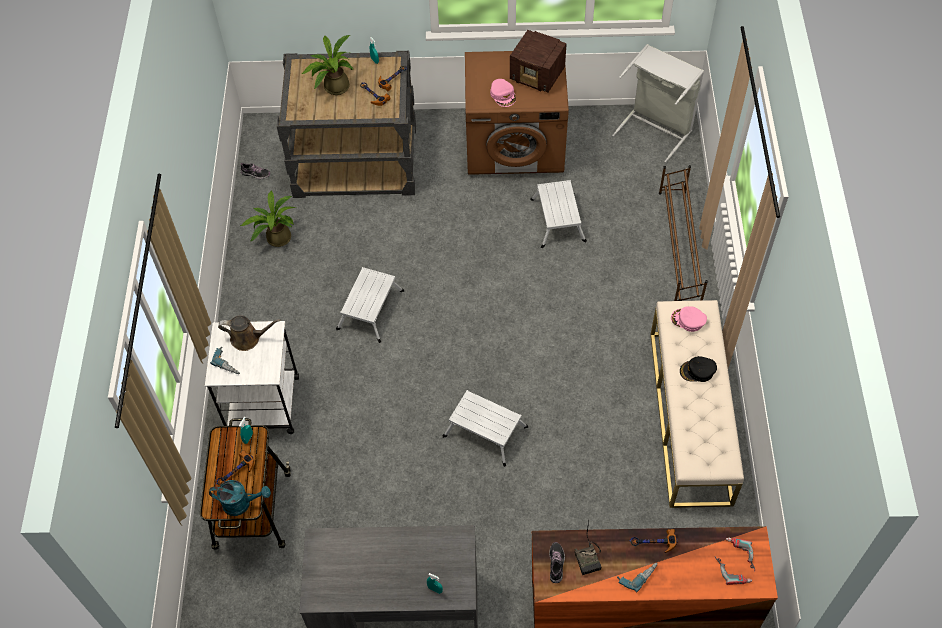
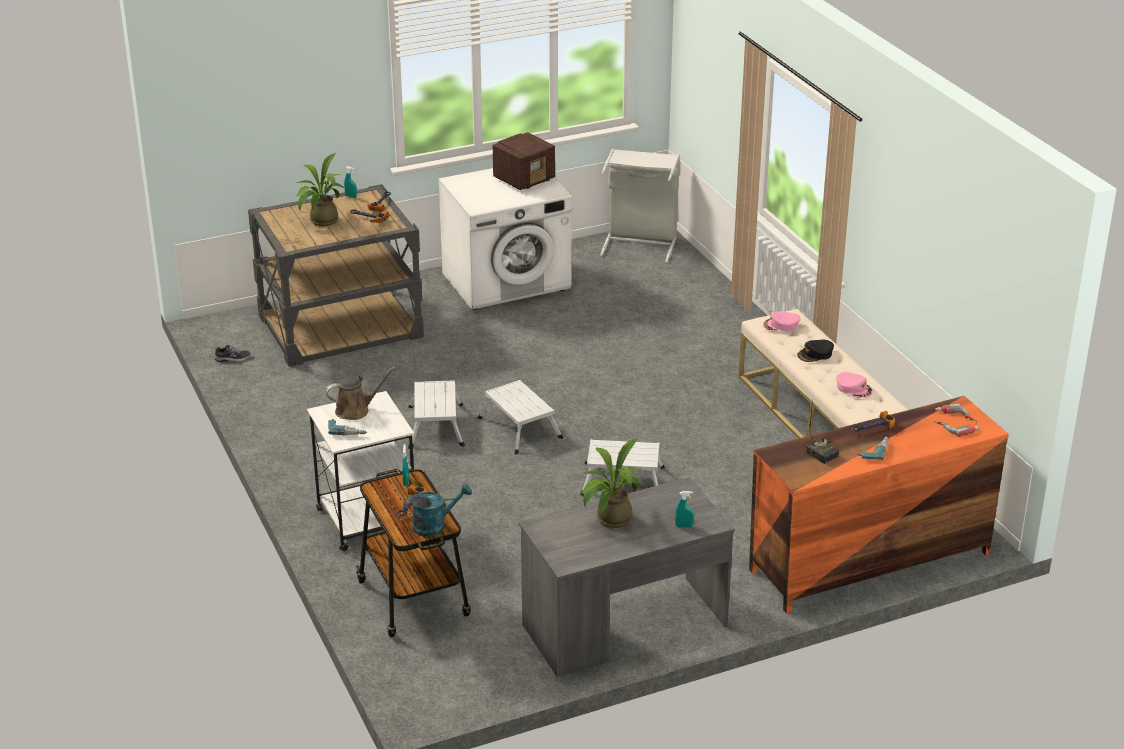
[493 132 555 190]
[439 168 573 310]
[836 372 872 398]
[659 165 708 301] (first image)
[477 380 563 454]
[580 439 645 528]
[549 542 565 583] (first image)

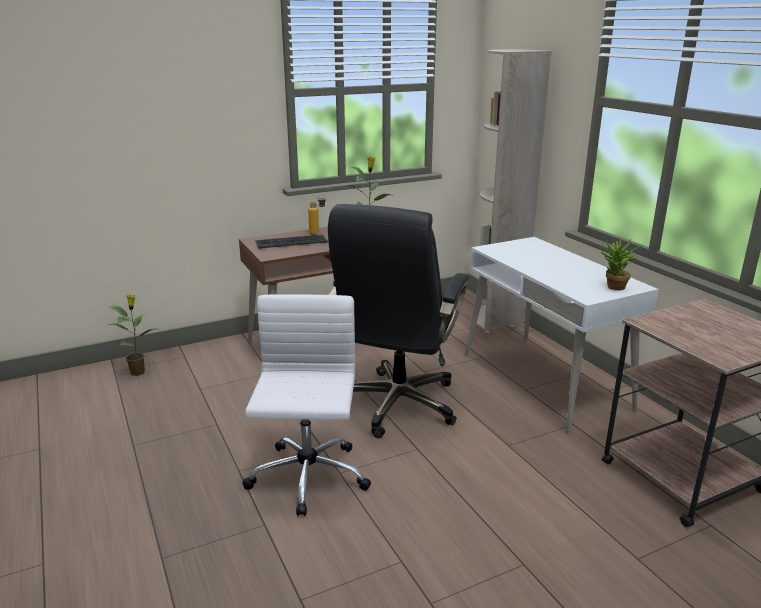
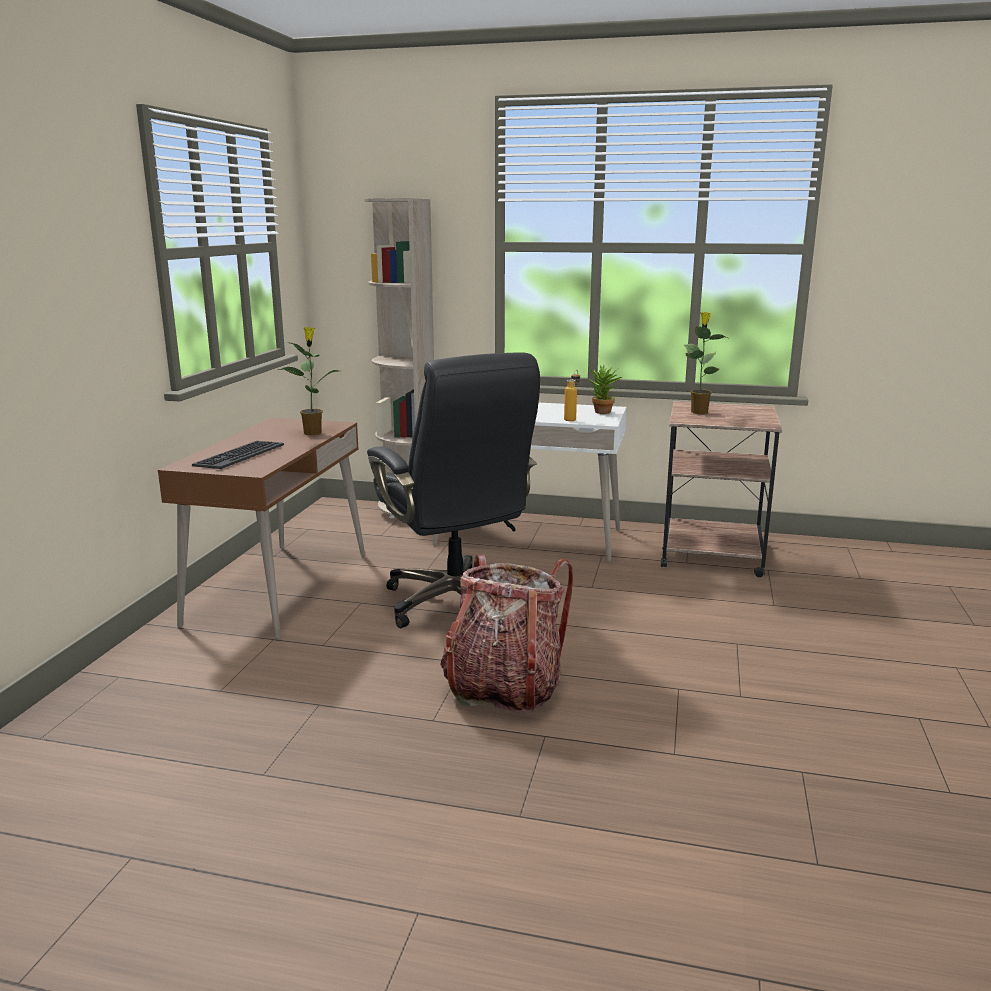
[564 370 580 421]
[440 554 574 714]
[684 312 730 414]

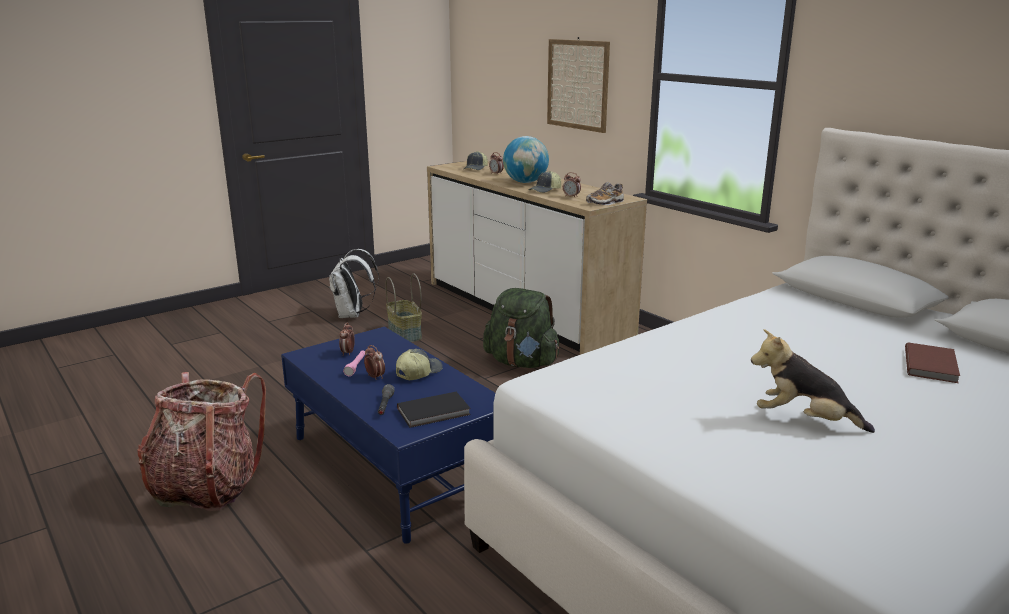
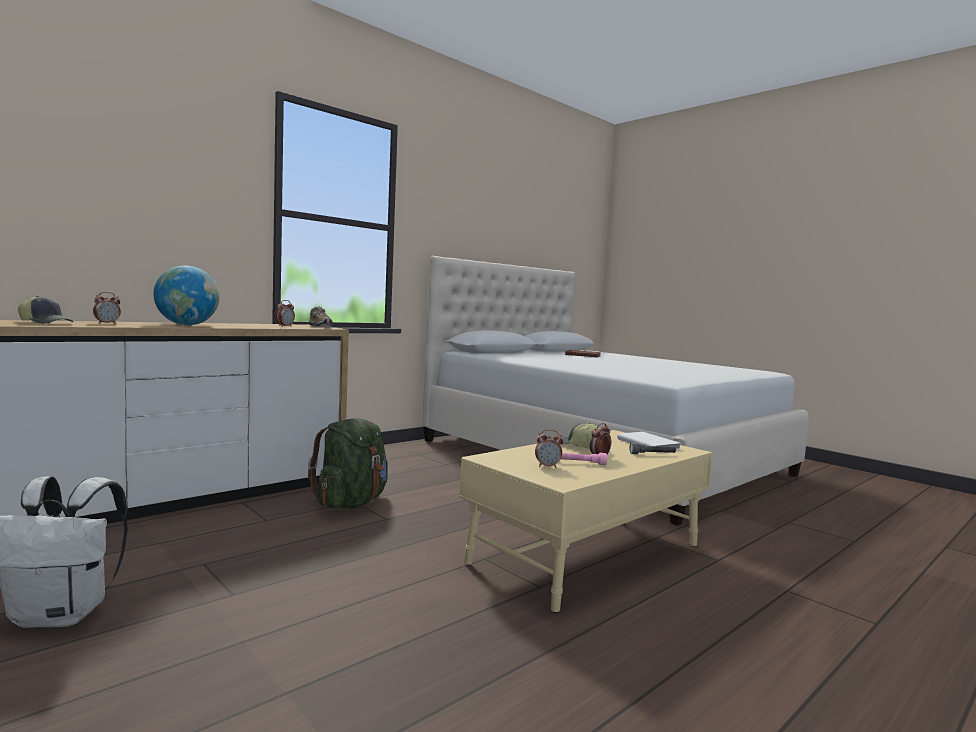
[547 37 610 133] (first image)
[529 171 561 193] (first image)
[385 273 422 342] (first image)
[459 430 713 612]
[751 329 875 433] (first image)
[137 372 266 511] (first image)
[617 432 680 450]

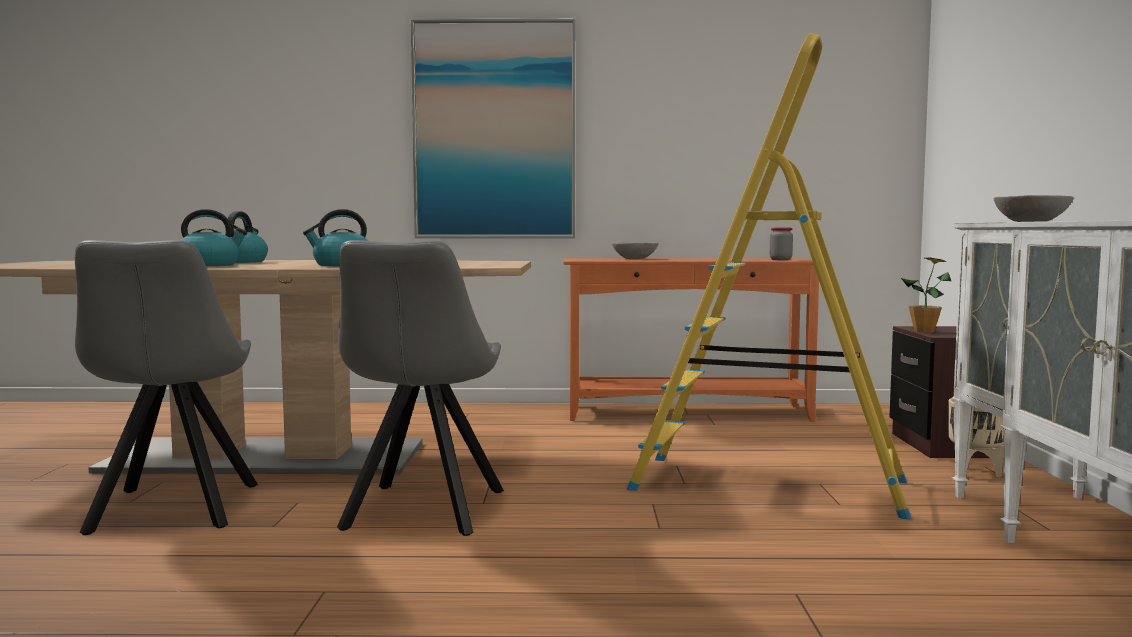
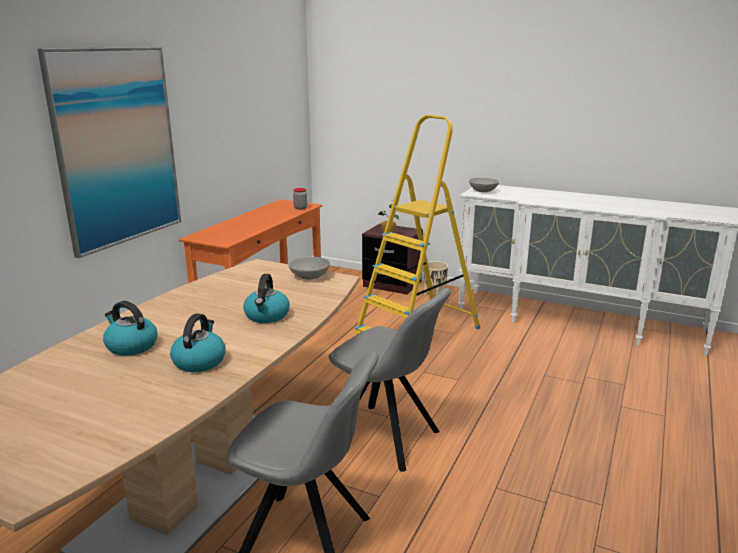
[288 257 330 280]

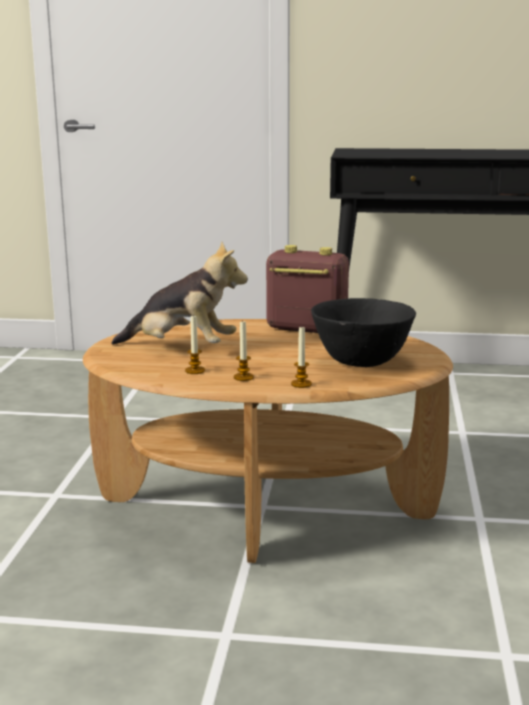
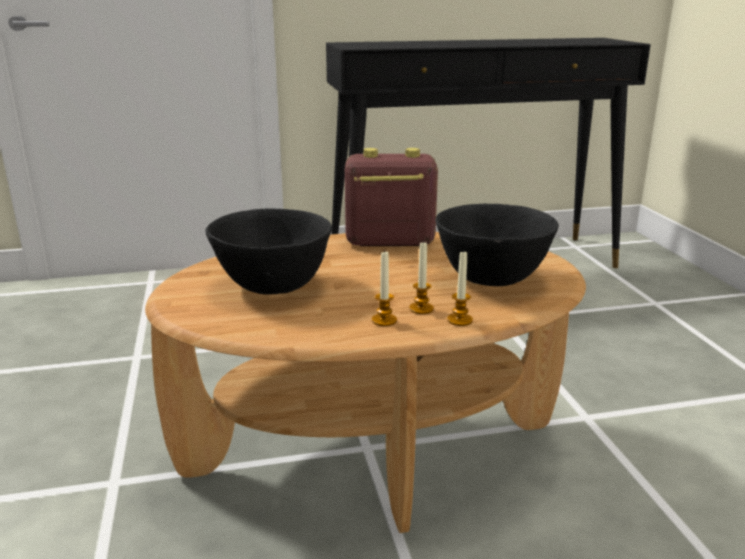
[206 208 332 295]
[409 240 434 314]

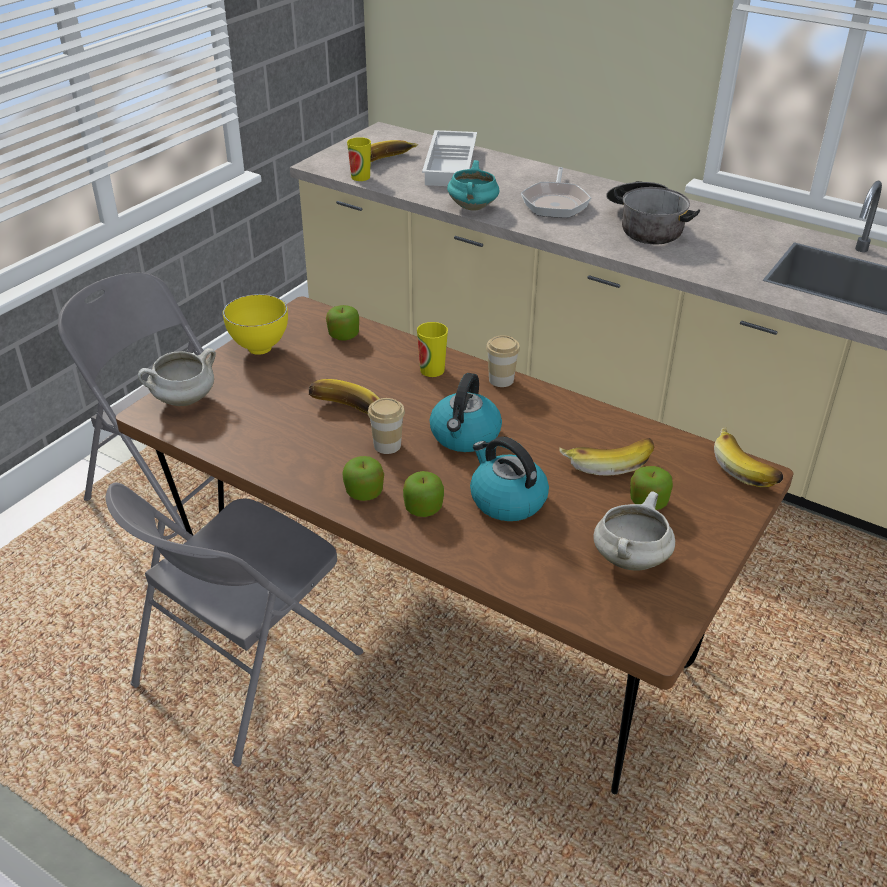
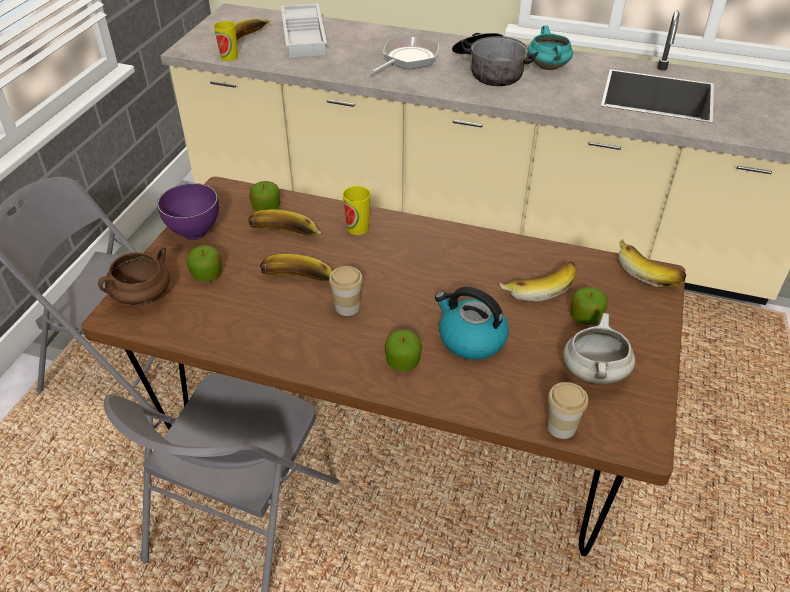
[528 25 573 70]
[369 36 439 75]
[157 183 219 240]
[547 382 588 439]
[98 245 170 306]
[430 373 502 452] (first image)
[187 245 222 282]
[248 209 321 235]

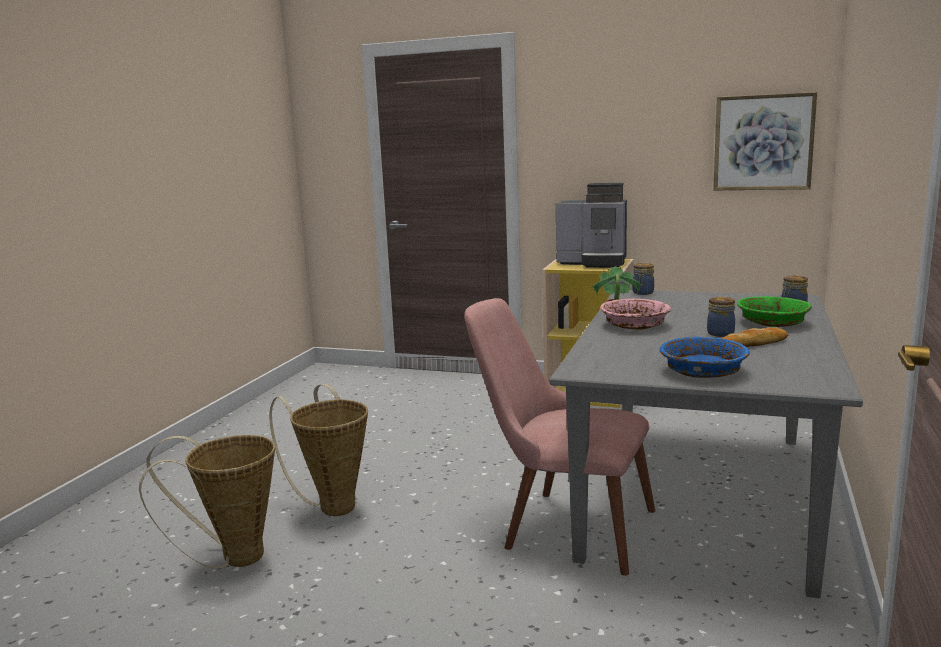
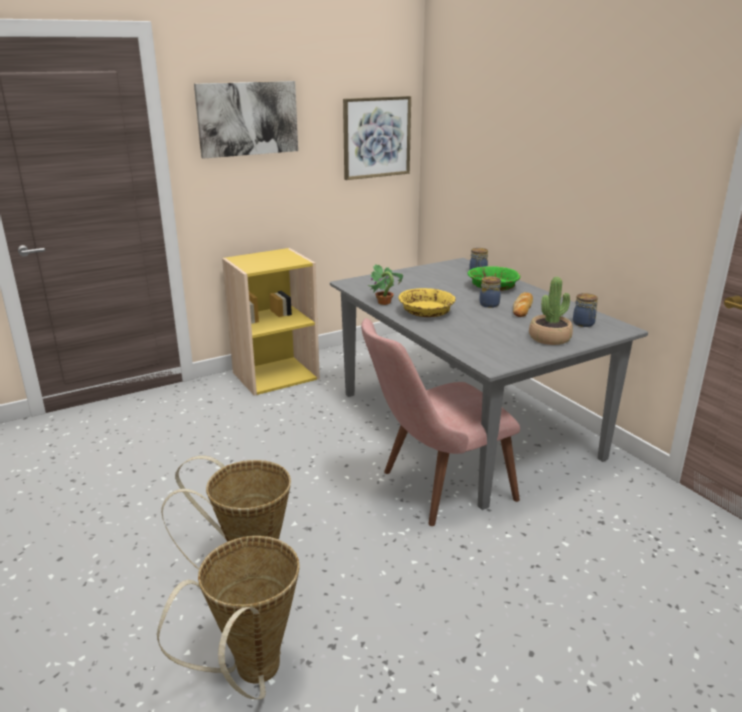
[556 183 627 268] (first image)
[573 293 598 327]
[399 288 456 317]
[529 277 573 345]
[194 81 298 159]

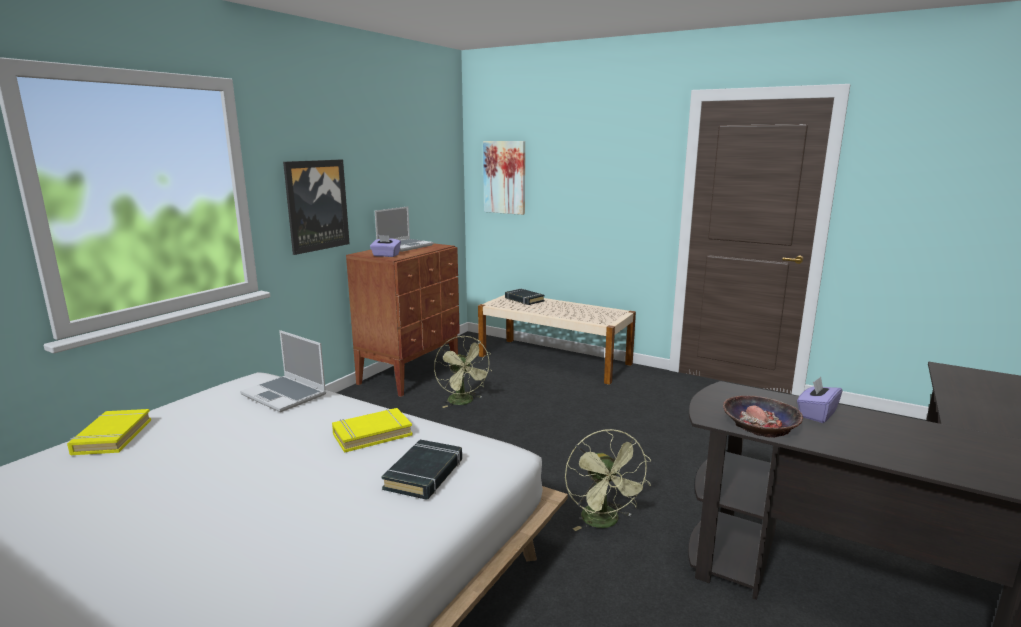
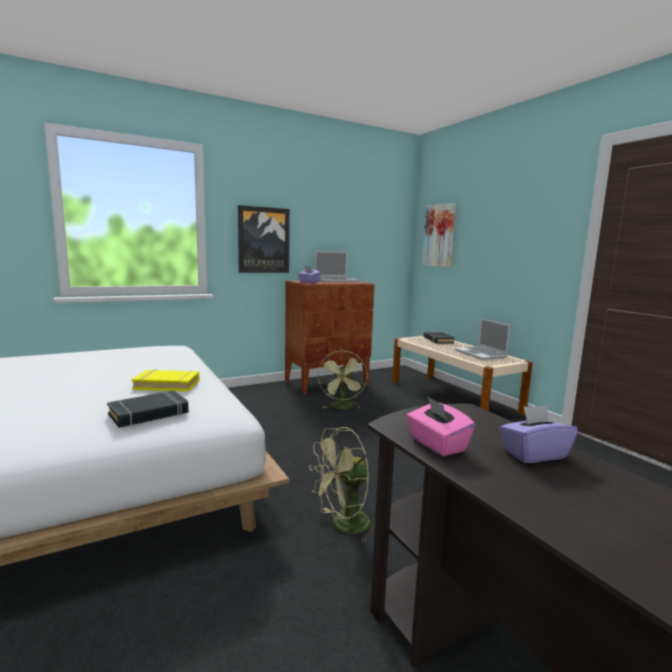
[455 318 510 360]
[407 397 475 456]
[67 409 151 455] (first image)
[309 427 375 543]

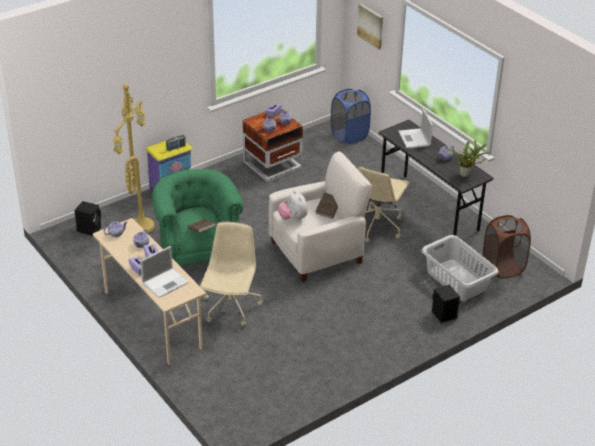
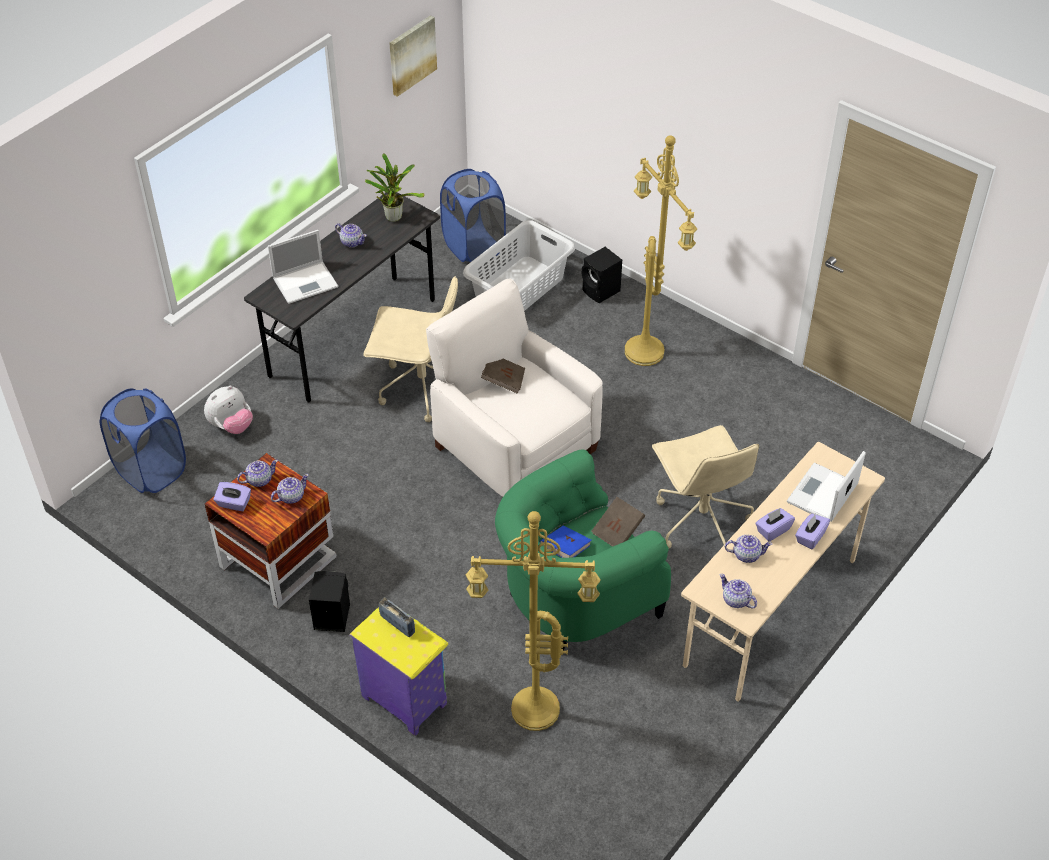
[389 15 437 97]
[204 386 253 434]
[309 571 350 632]
[440 169 506 262]
[652 425 759 548]
[787 451 866 522]
[625 135 697 366]
[540 525 592 558]

